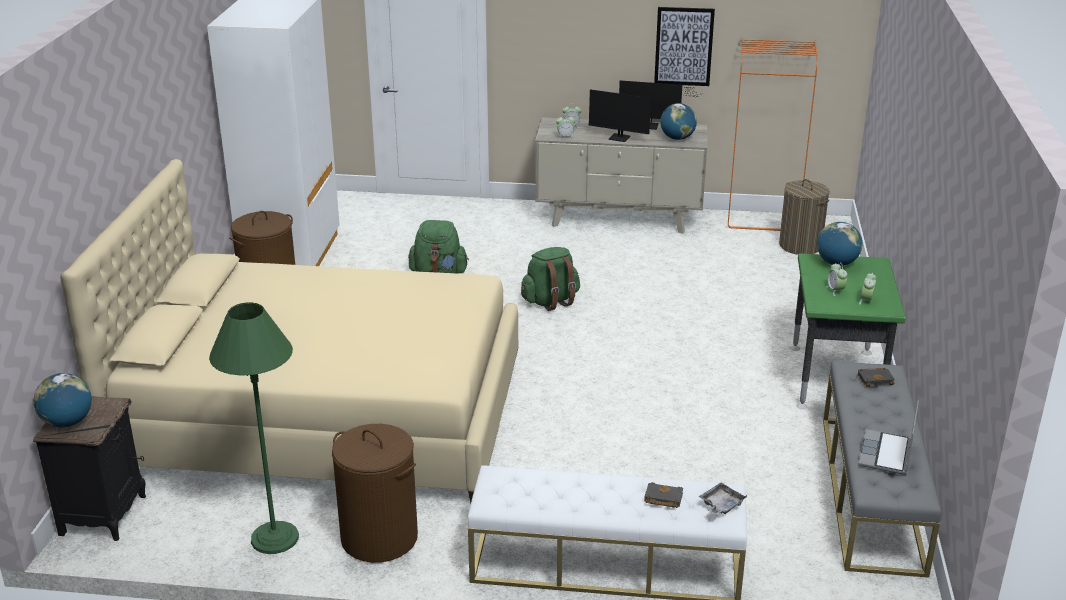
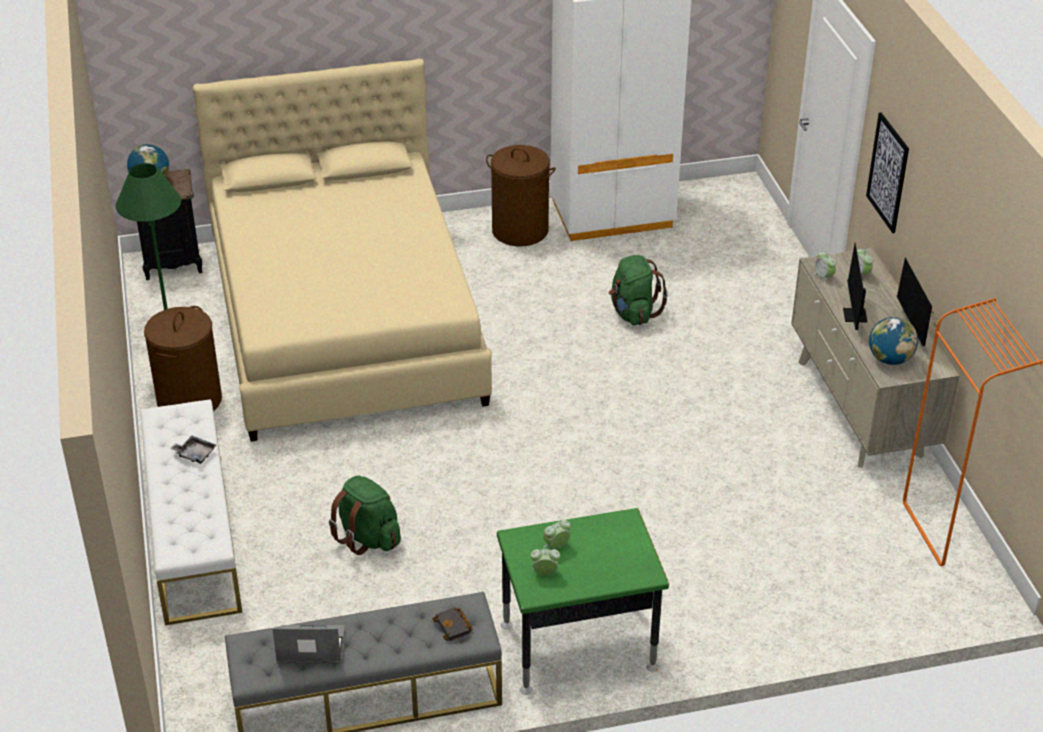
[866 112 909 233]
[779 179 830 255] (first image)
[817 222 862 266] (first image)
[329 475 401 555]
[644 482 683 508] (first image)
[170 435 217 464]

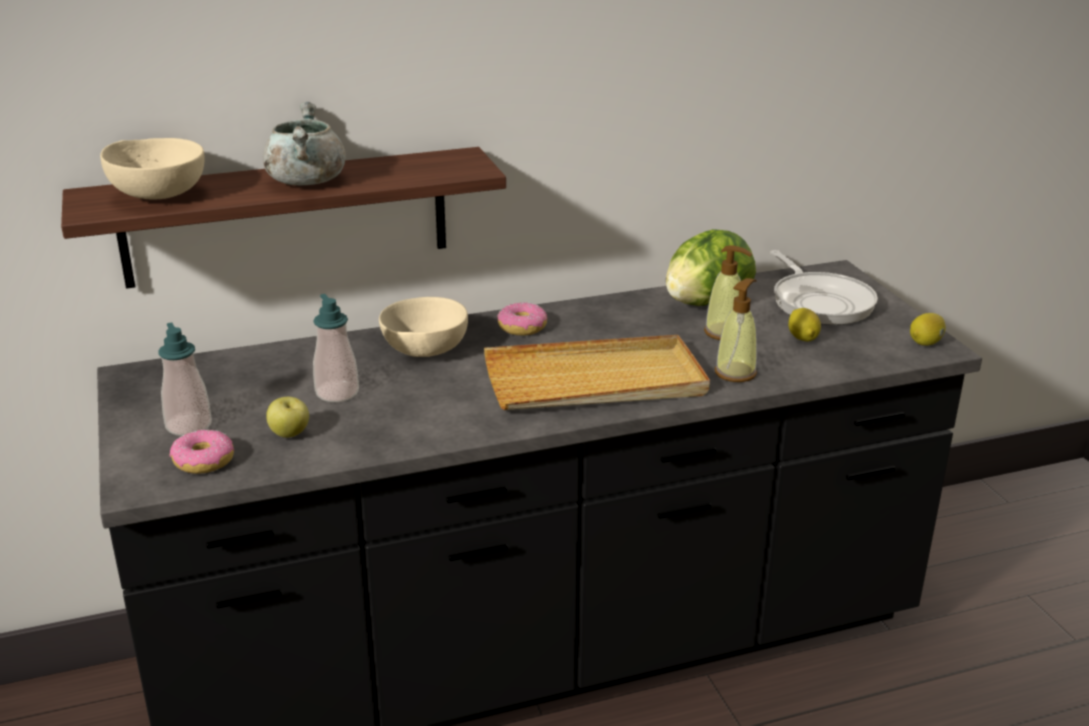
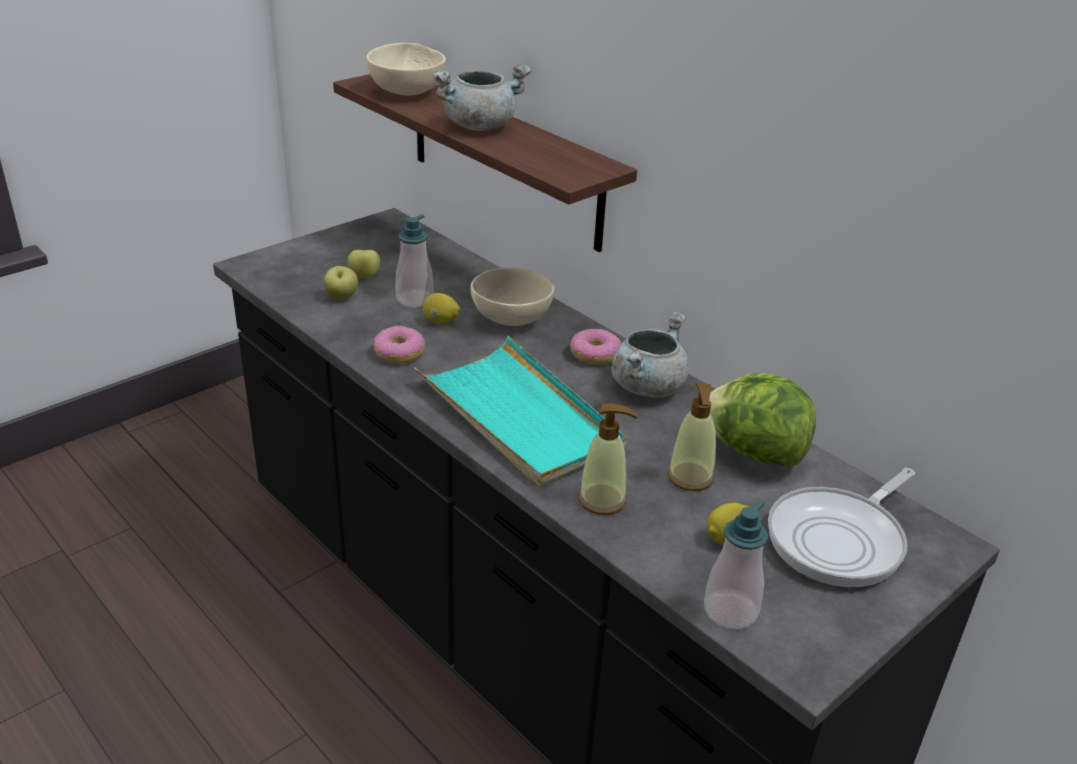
[423 293 461 324]
[704 500 768 629]
[414 336 627 486]
[374 326 425 364]
[347 250 380 279]
[611 312 690 398]

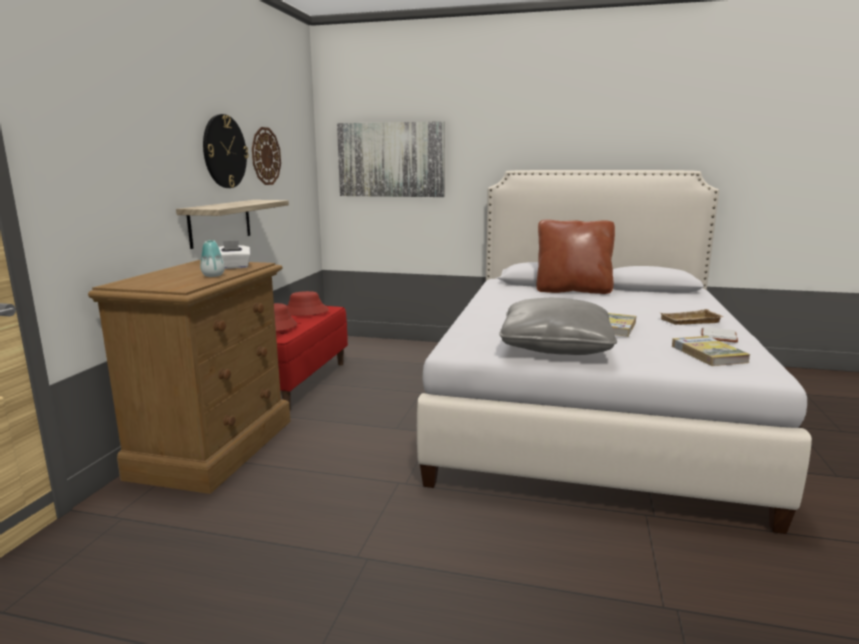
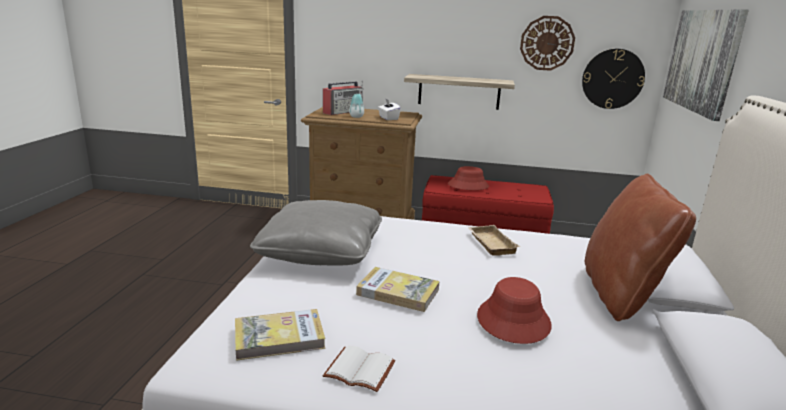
[582 49 645 109]
[477 277 552 344]
[468 225 520 256]
[323 80 363 115]

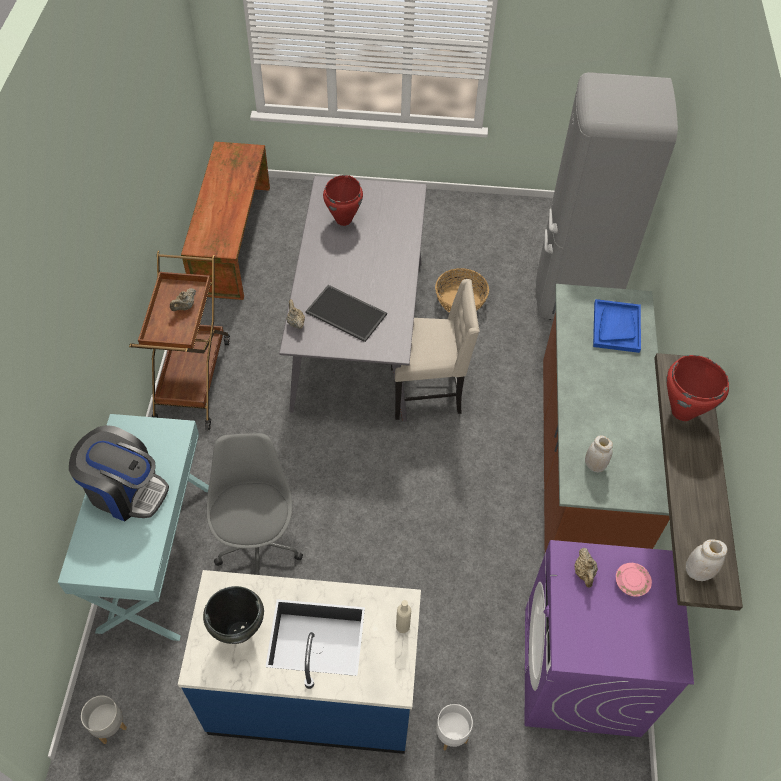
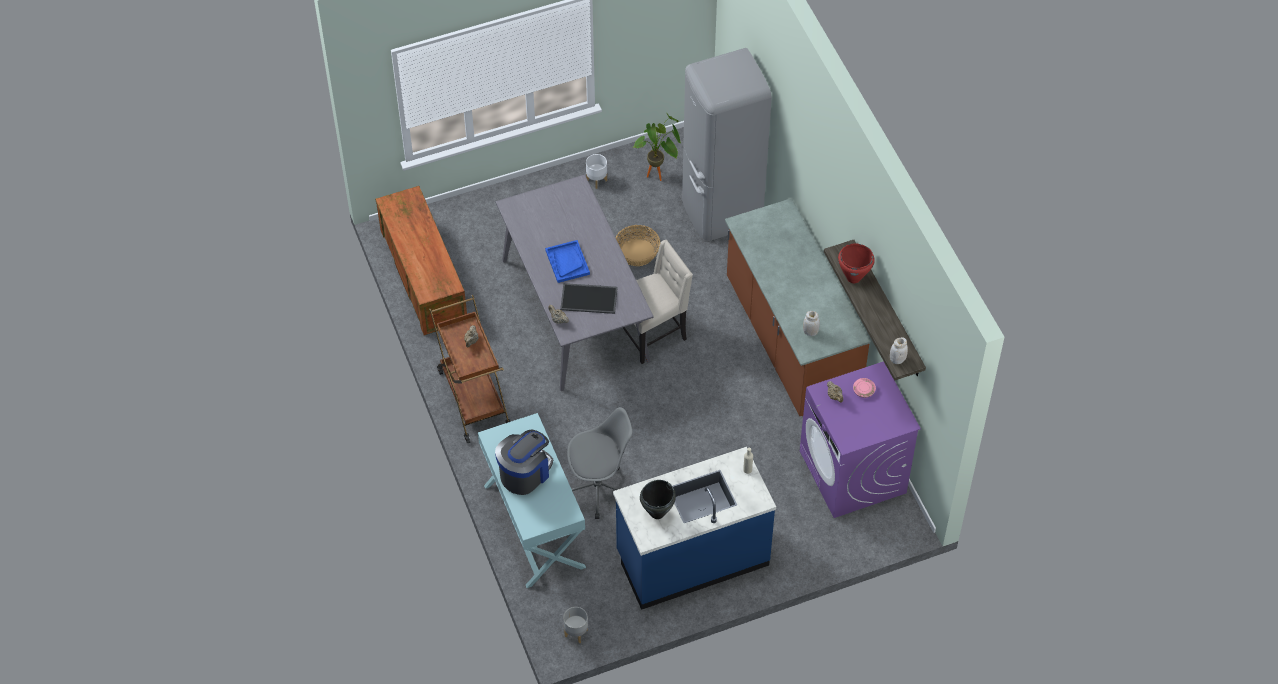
[323 175 363 226] (first image)
[545 240 590 283]
[495 430 553 495]
[567 407 633 519]
[586 154 607 189]
[634 112 681 181]

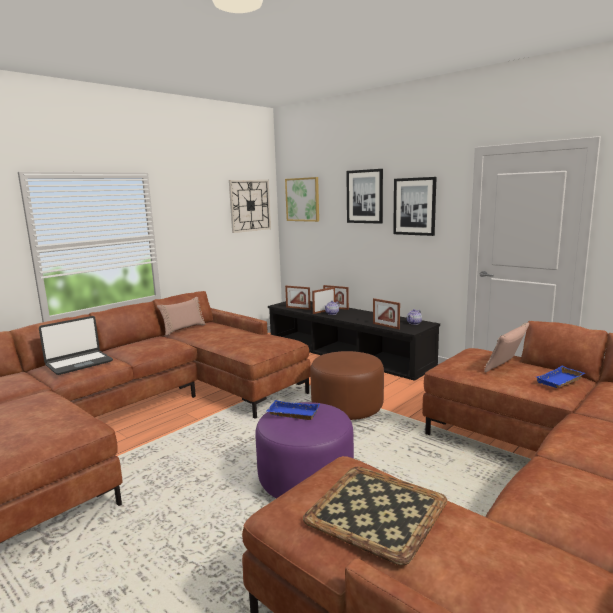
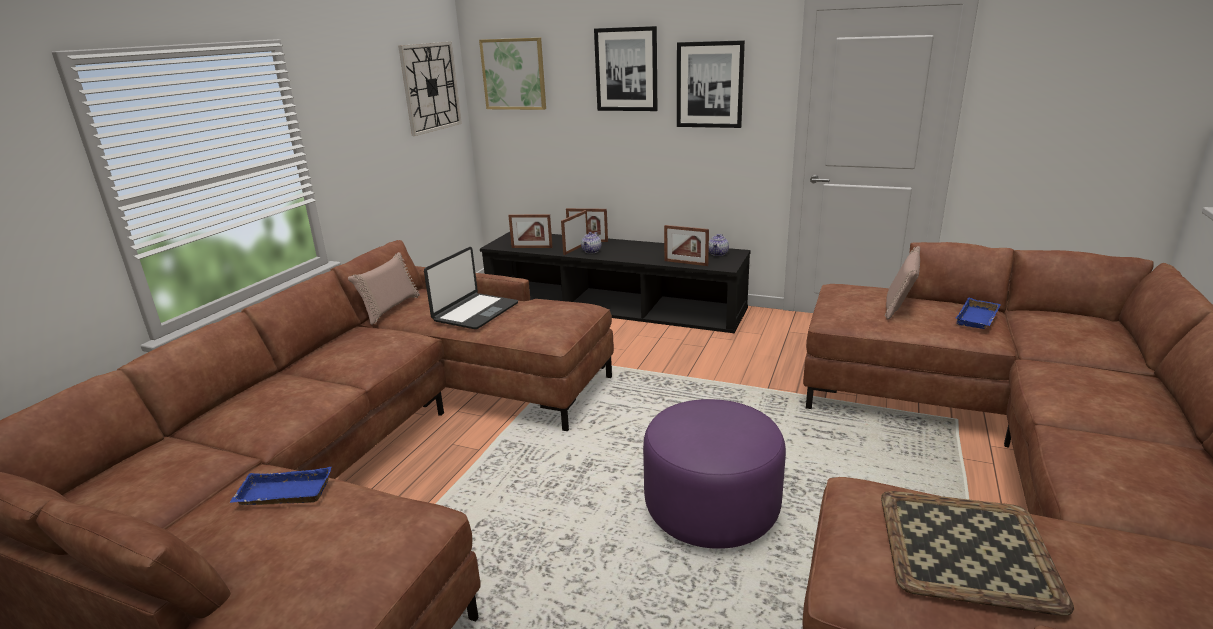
[424 247 518 329]
[310 351 384 420] (first image)
[230 467 332 505]

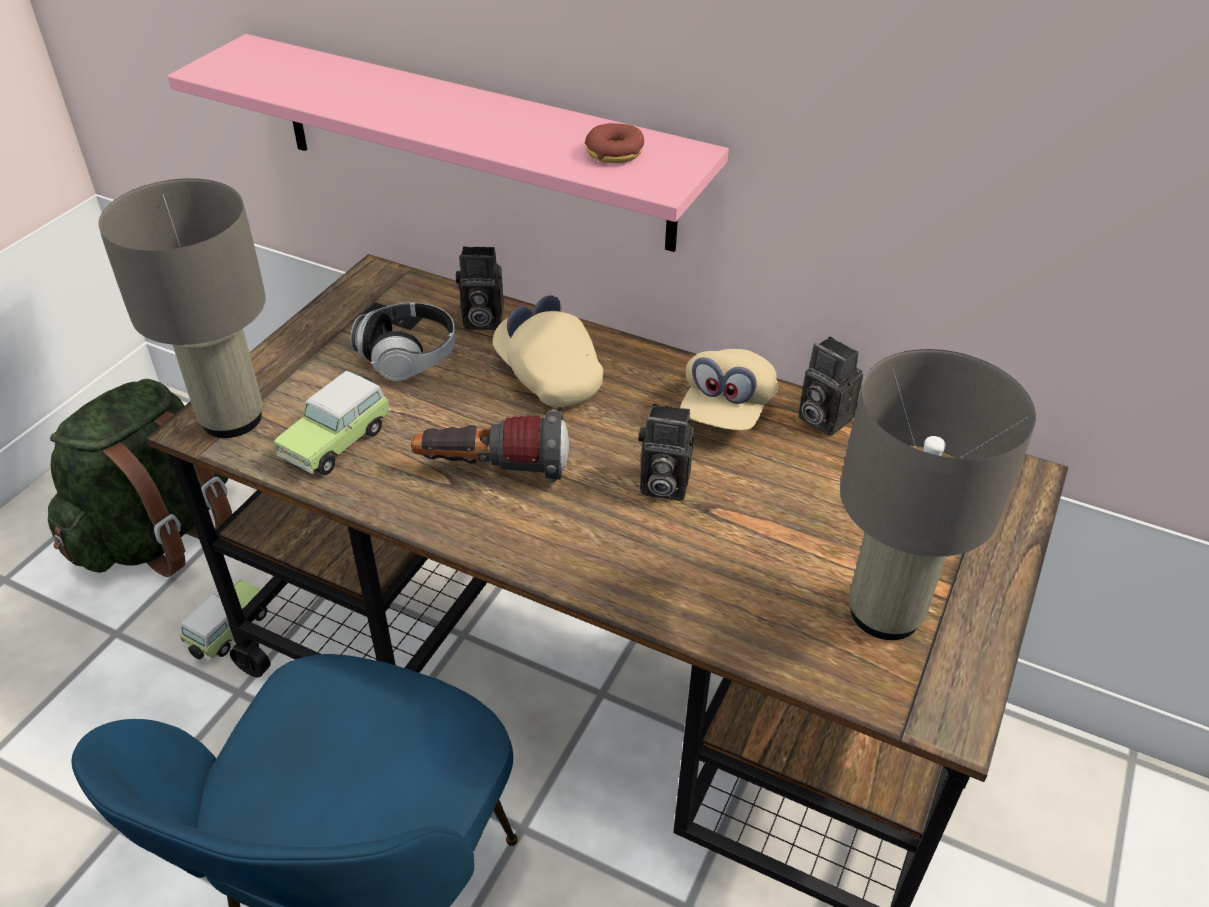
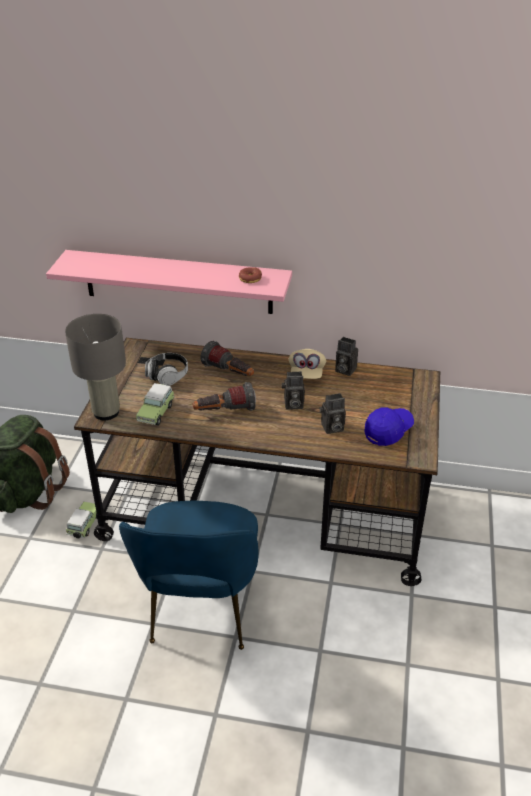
[319 393 346 434]
[201 341 254 376]
[364 407 414 446]

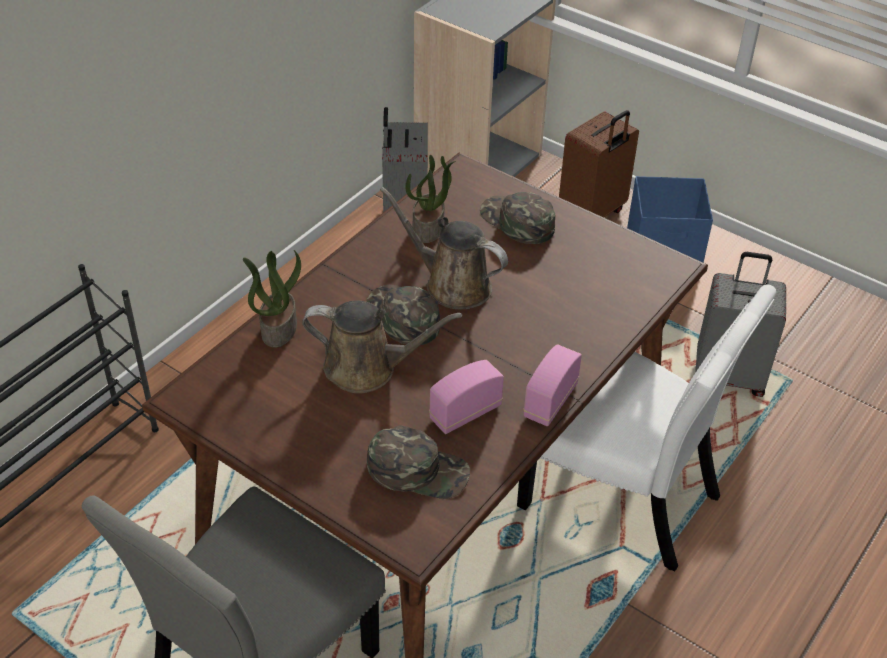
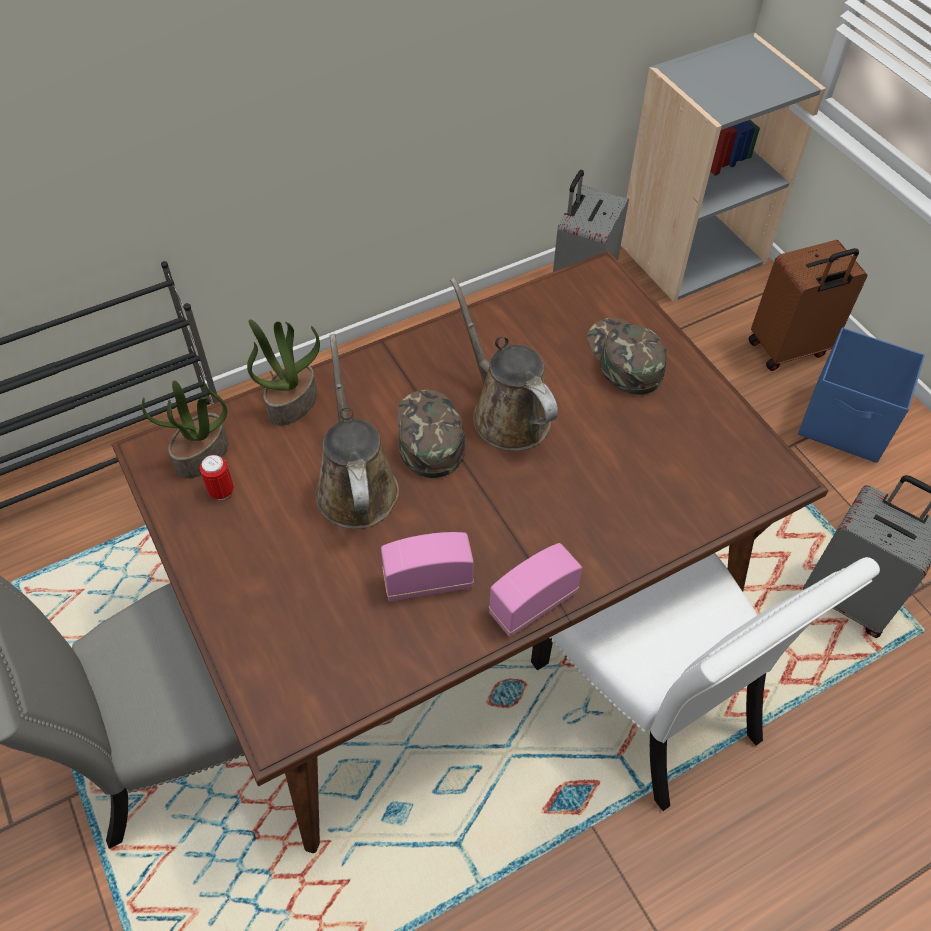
[142 380 229 479]
[315 334 399 529]
[367 425 470 499] (first image)
[200 455 234 500]

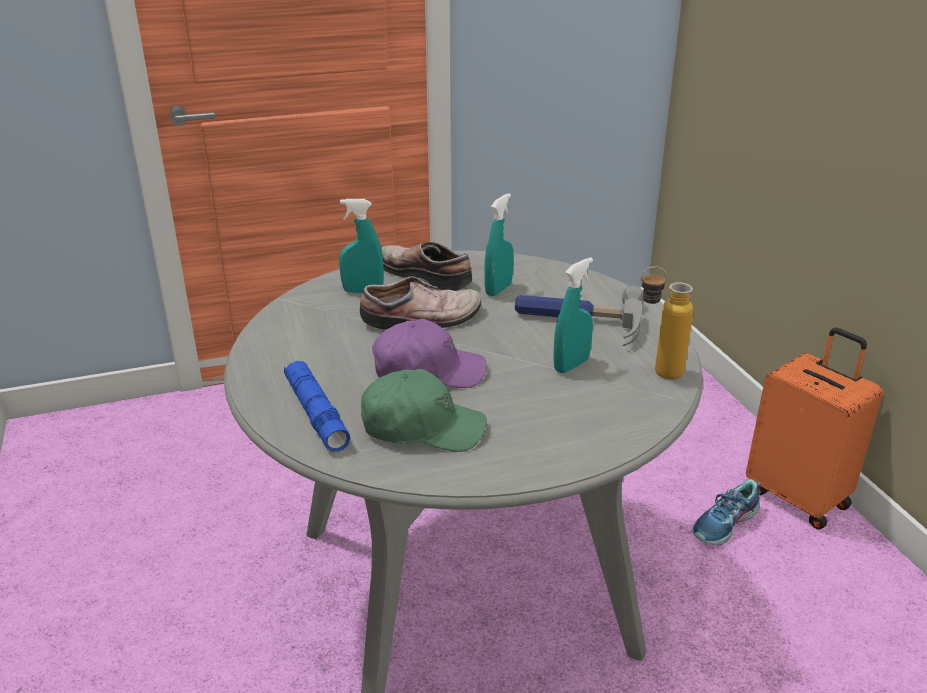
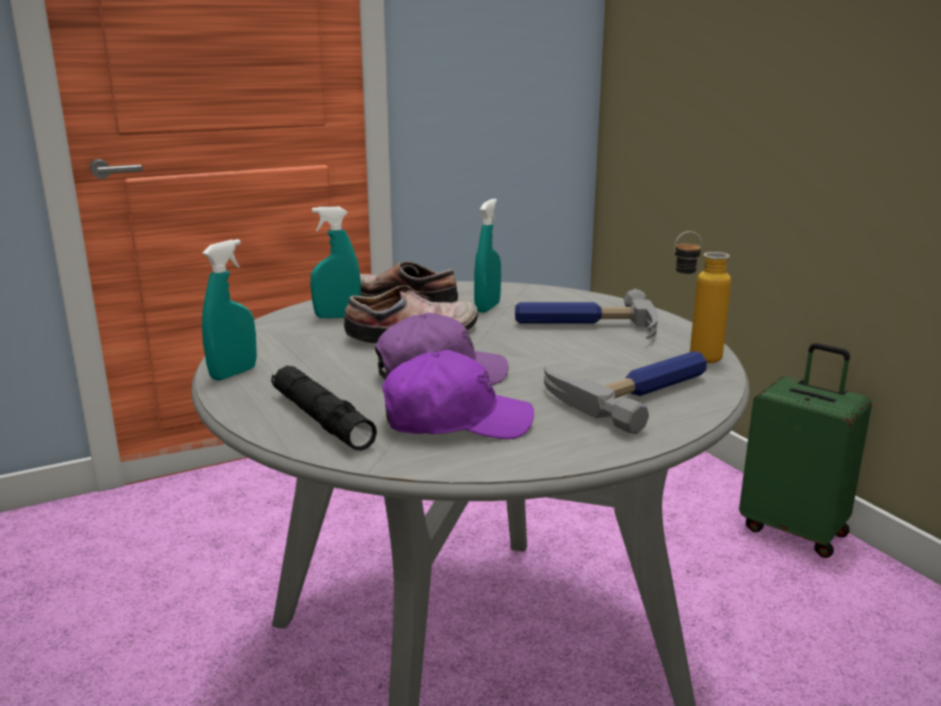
[202 239 257 381]
[739 343 872 558]
[271 366 377 451]
[382 350 534 439]
[692 479 761 545] (first image)
[544 351 707 434]

